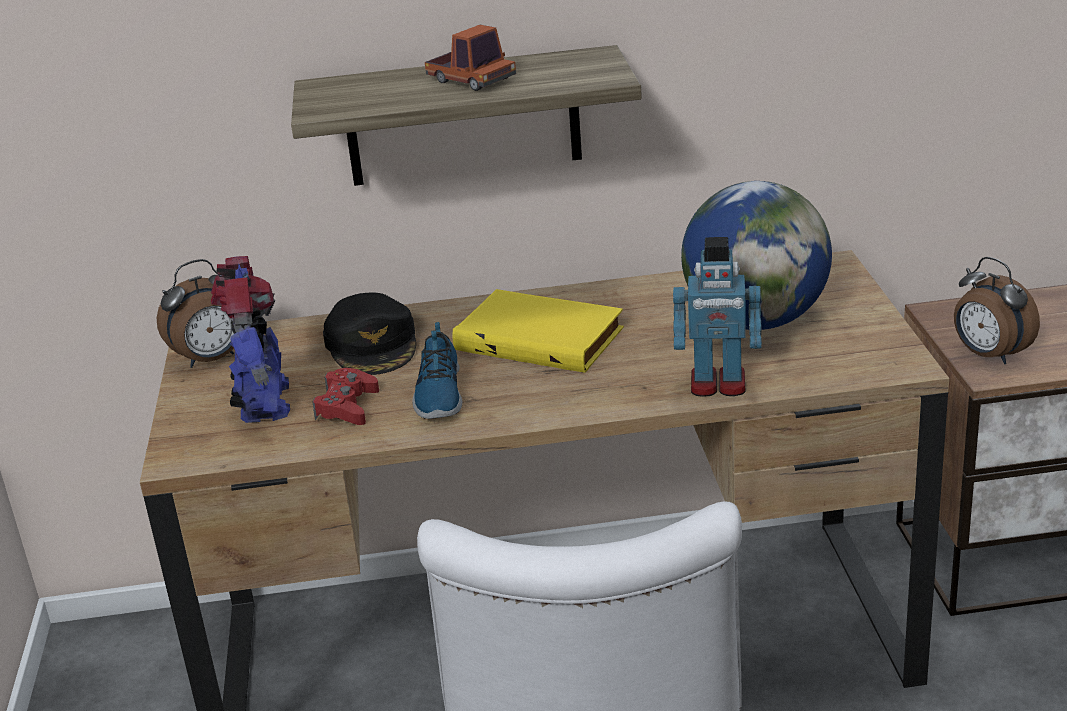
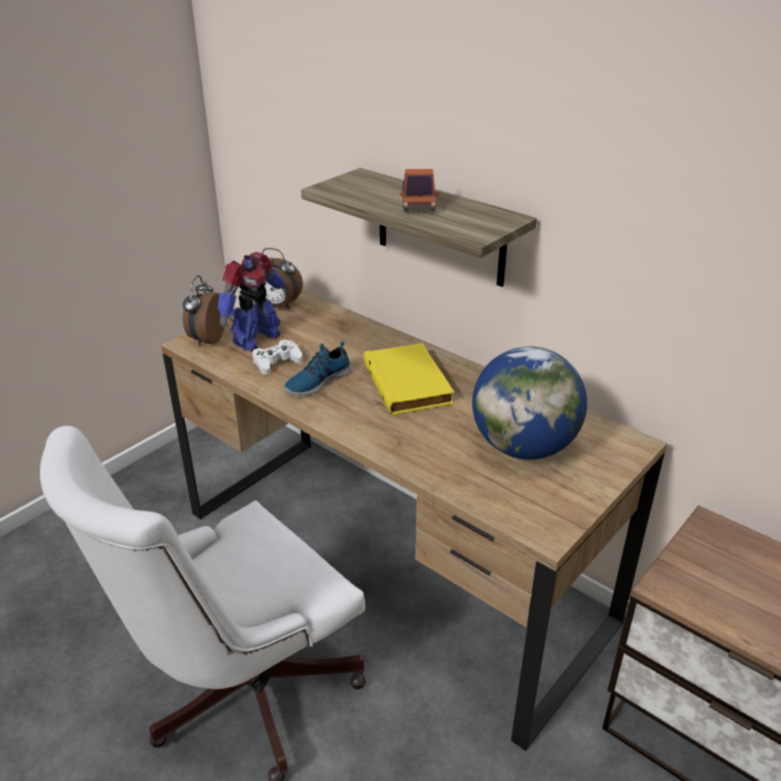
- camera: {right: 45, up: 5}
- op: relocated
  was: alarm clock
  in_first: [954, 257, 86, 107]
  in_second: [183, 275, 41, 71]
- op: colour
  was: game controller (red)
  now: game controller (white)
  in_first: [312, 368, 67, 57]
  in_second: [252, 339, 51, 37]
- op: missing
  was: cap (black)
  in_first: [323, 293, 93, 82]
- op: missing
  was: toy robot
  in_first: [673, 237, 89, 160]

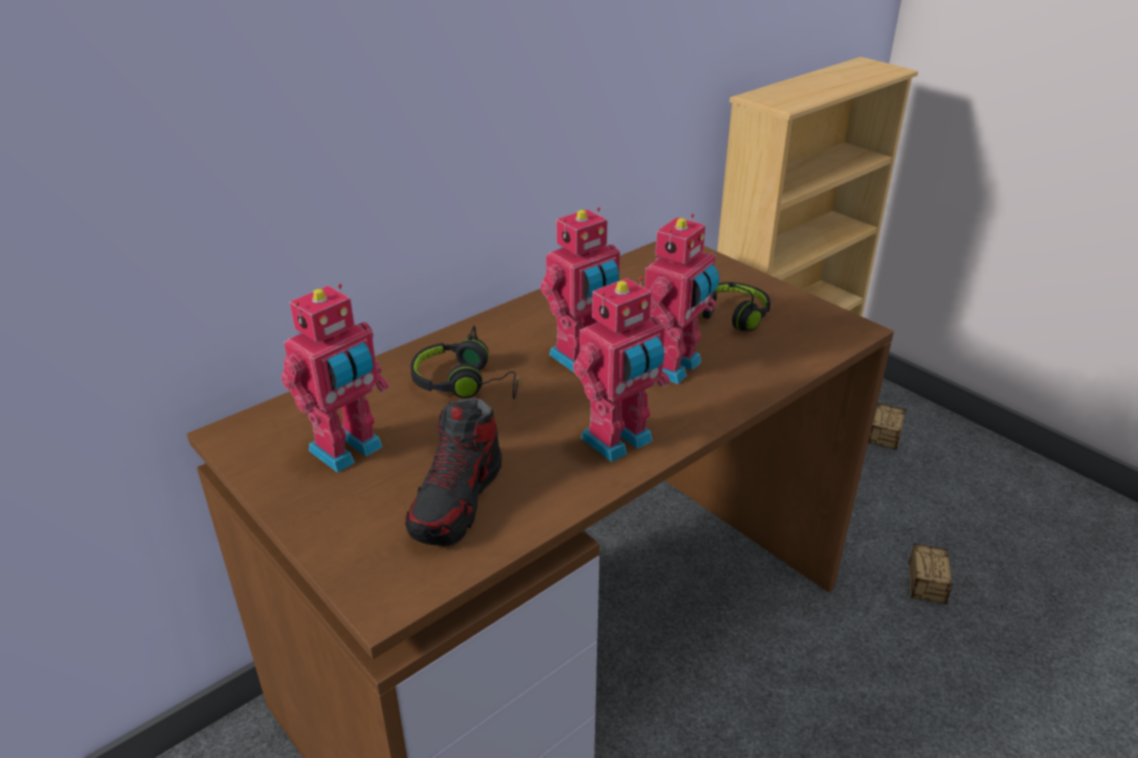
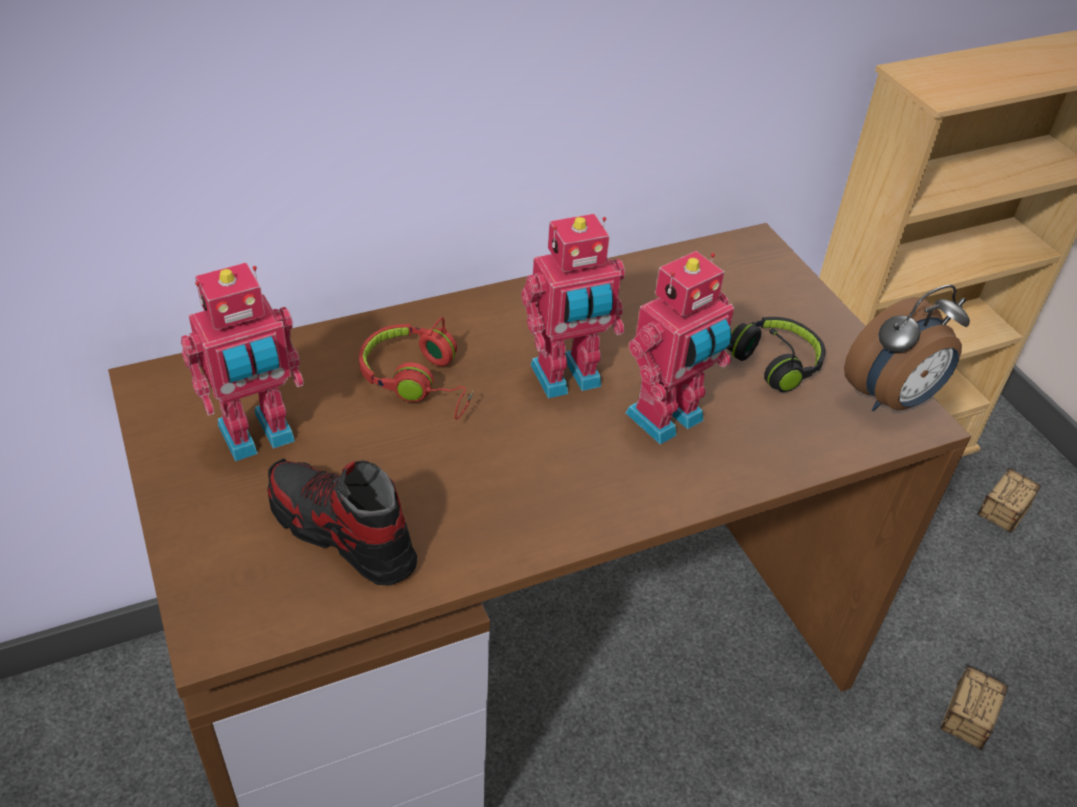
- camera: {right: 15, up: 10}
- op: spun
  was: shoe
  in_first: [405, 398, 97, 148]
  in_second: [267, 458, 150, 128]
  clockwise: 90
- op: colour
  was: headphones (black)
  now: headphones (red)
  in_first: [411, 326, 108, 73]
  in_second: [359, 317, 114, 103]
- op: appeared
  now: alarm clock
  in_second: [844, 284, 126, 127]
- op: missing
  was: toy robot
  in_first: [573, 277, 97, 185]

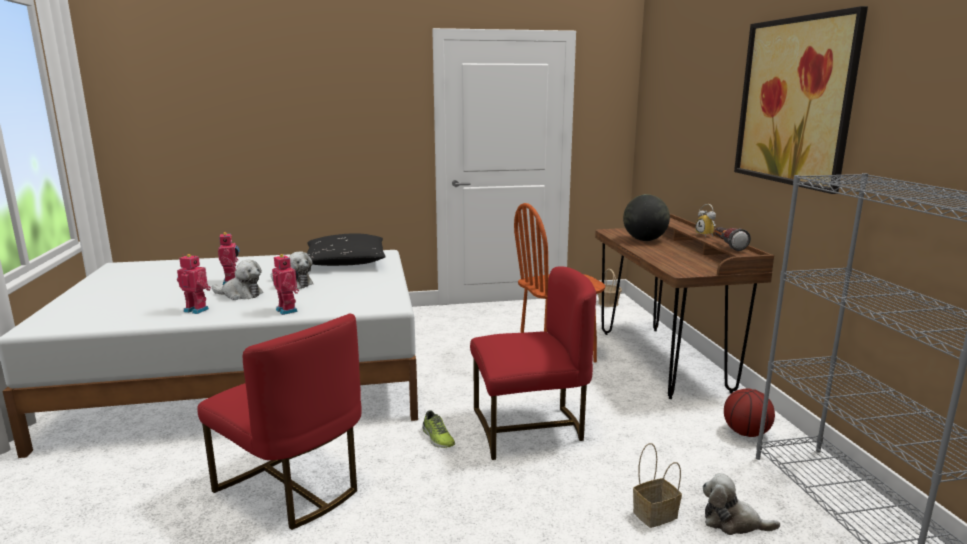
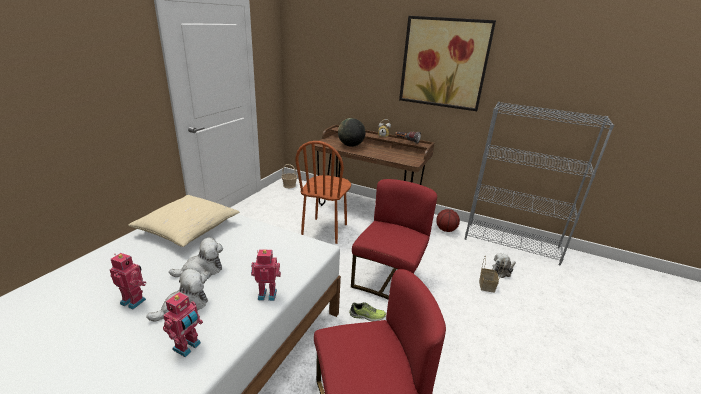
- camera: {right: -55, up: 10}
- op: colour
  was: pillow (black)
  now: pillow (beige)
  in_first: [307, 233, 79, 33]
  in_second: [128, 195, 111, 52]
- op: spun
  was: toy robot
  in_first: [177, 254, 34, 60]
  in_second: [163, 292, 40, 65]
  clockwise: 150

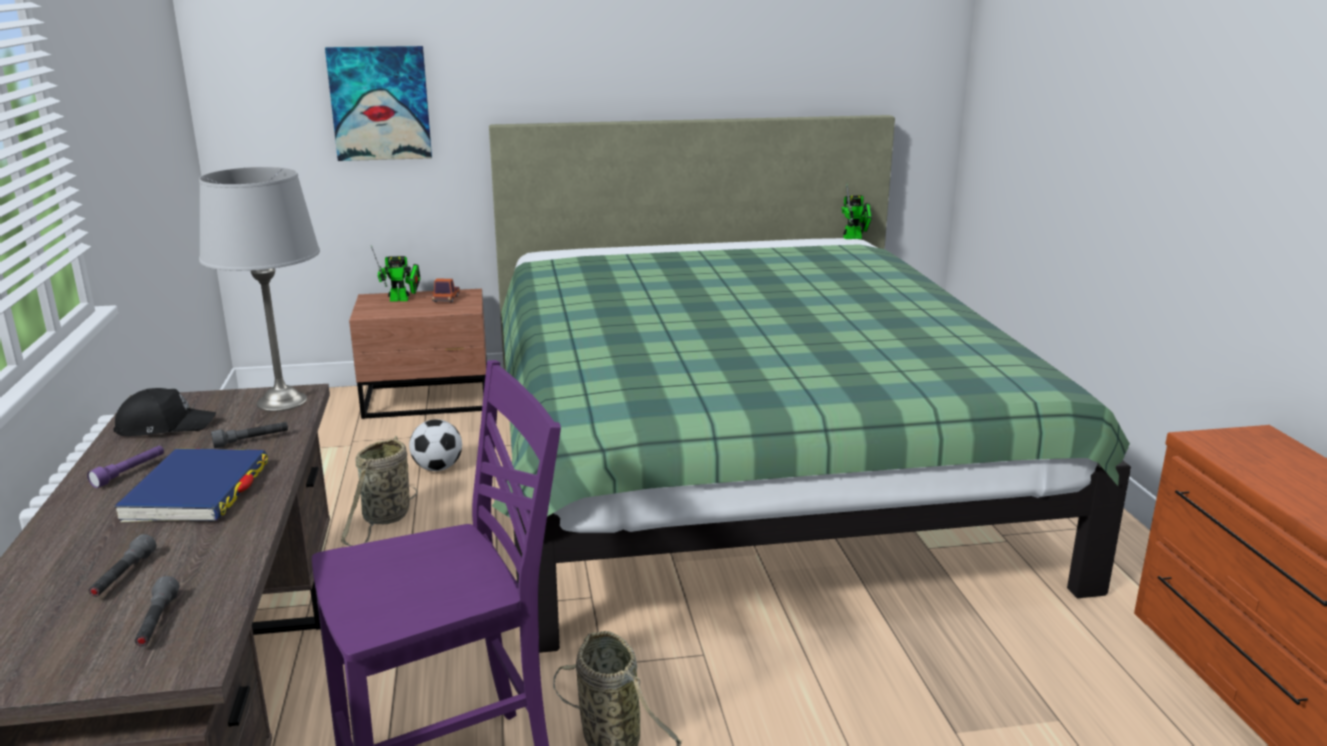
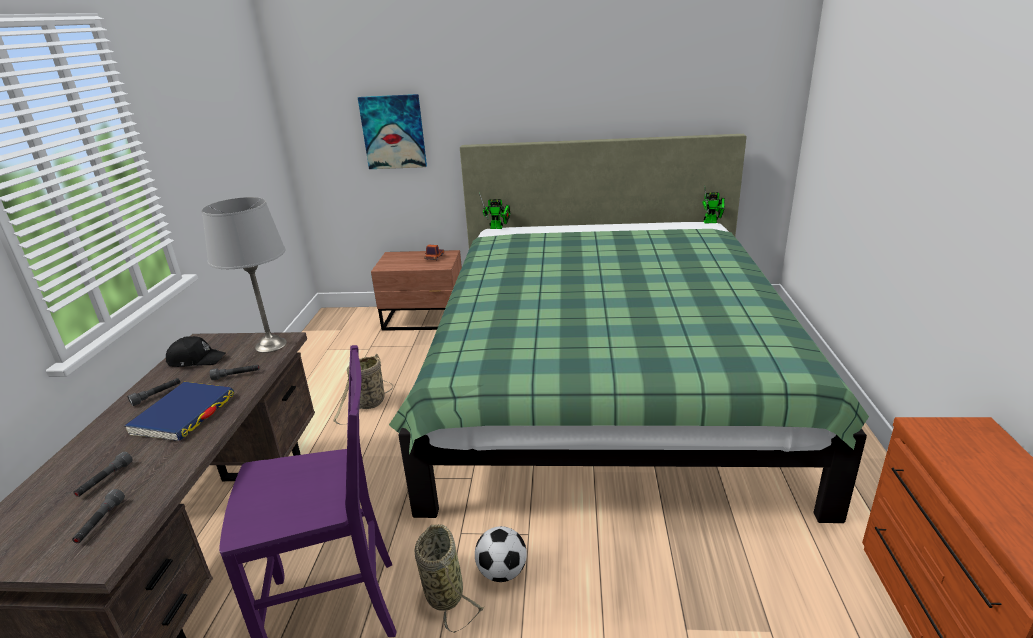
- camera: {right: 15, up: 5}
- op: colour
  was: flashlight (purple)
  now: flashlight (grey)
  in_first: [87, 446, 77, 42]
  in_second: [128, 378, 53, 28]
- op: relocated
  was: football
  in_first: [409, 419, 53, 52]
  in_second: [475, 526, 52, 56]
- op: relocated
  was: toy robot
  in_first: [371, 245, 49, 57]
  in_second: [479, 192, 31, 37]

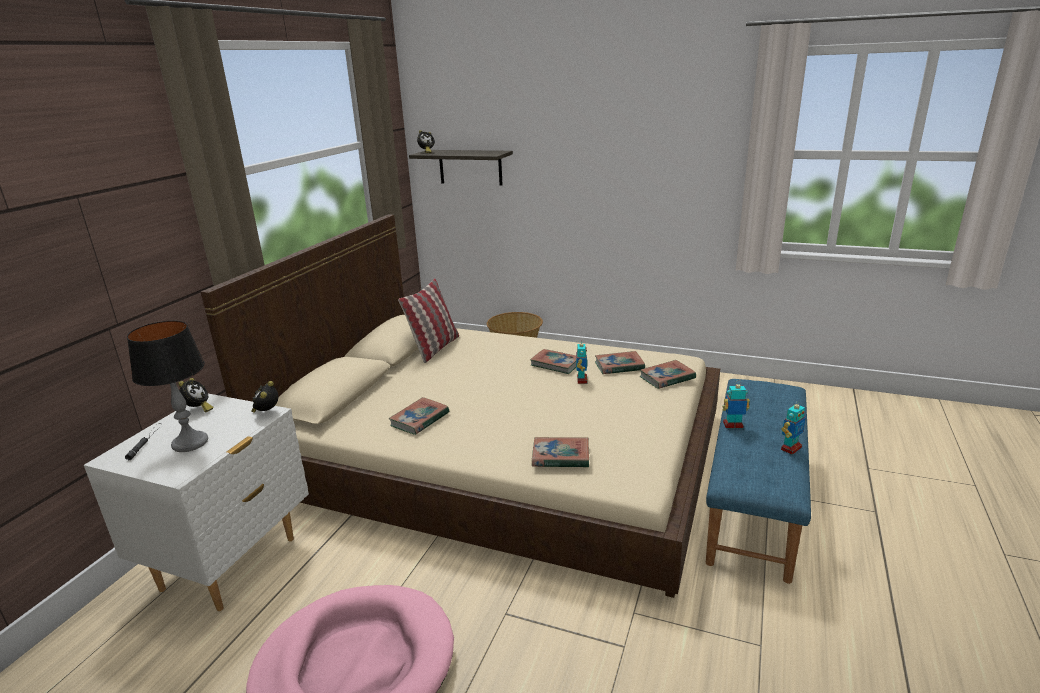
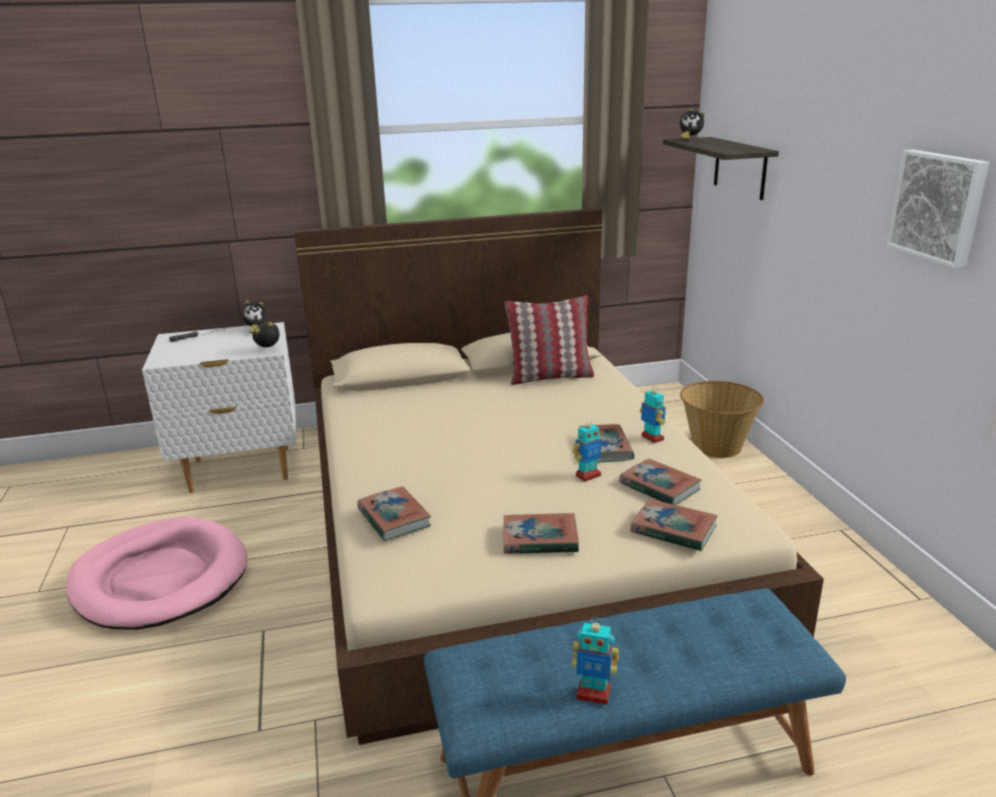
- camera: {right: 55, up: 0}
- op: relocated
  was: book
  in_first: [389, 397, 60, 38]
  in_second: [504, 513, 75, 41]
- op: relocated
  was: toy robot
  in_first: [722, 380, 28, 48]
  in_second: [640, 385, 26, 58]
- op: appeared
  now: picture
  in_second: [887, 150, 102, 118]
- op: missing
  was: table lamp
  in_first: [127, 321, 81, 131]

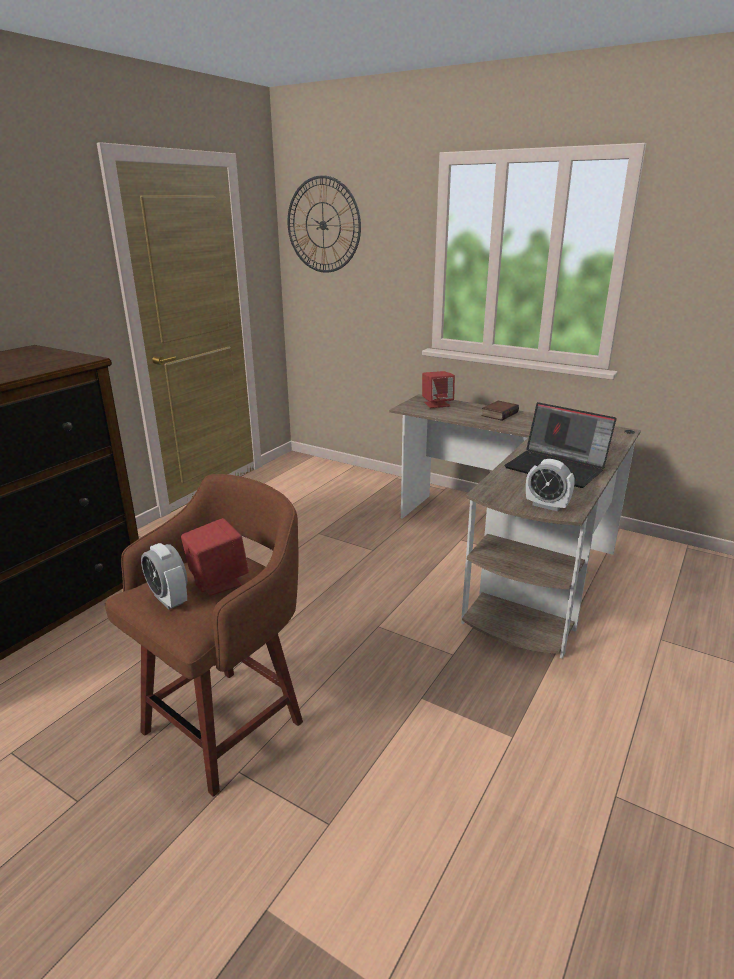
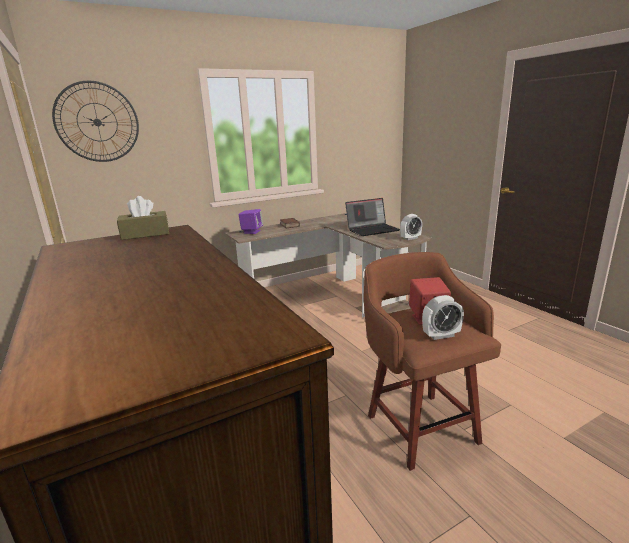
- camera: {right: -60, up: -5}
- op: appeared
  now: tissue box (brown)
  in_second: [117, 196, 52, 44]
- op: colour
  was: speaker (red)
  now: speaker (purple)
  in_first: [422, 371, 33, 37]
  in_second: [238, 209, 25, 25]

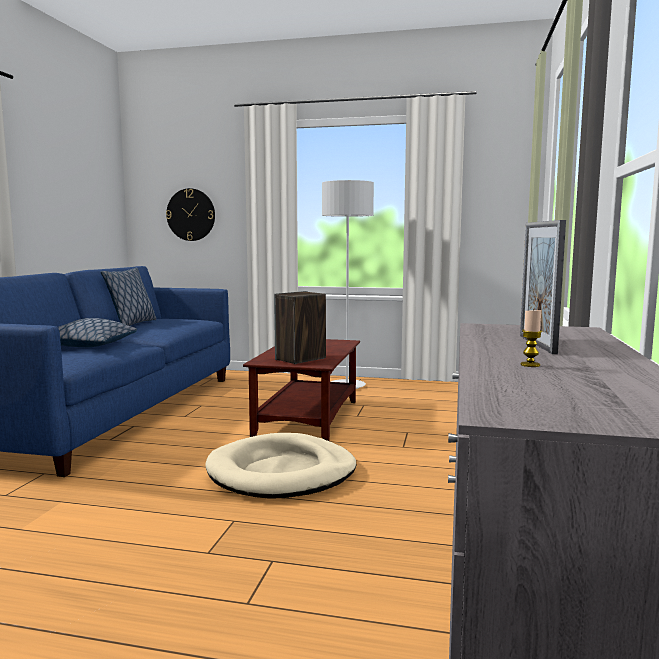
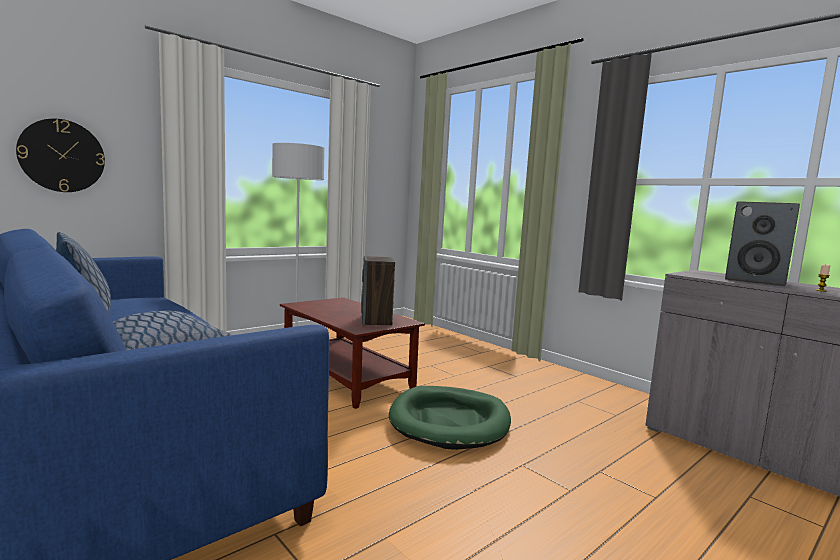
- camera: {right: -55, up: 0}
- op: colour
  was: dog bed (beige)
  now: dog bed (green)
  in_first: [205, 433, 151, 66]
  in_second: [389, 386, 122, 64]
- op: exchanged
  was: picture frame
  now: speaker
  in_first: [520, 220, 46, 134]
  in_second: [725, 201, 75, 85]

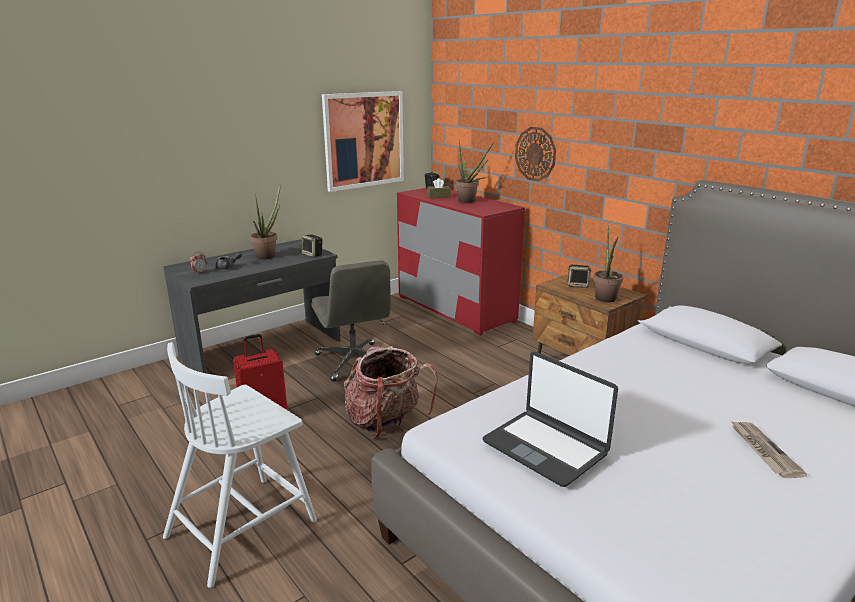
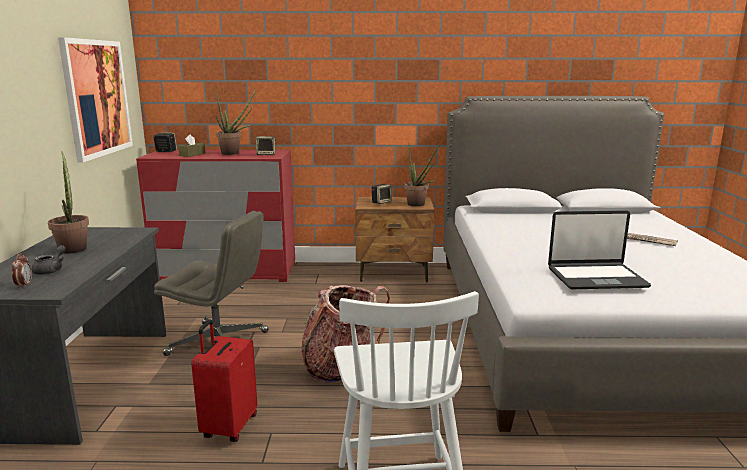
- camera: {right: -50, up: -5}
- op: relocated
  was: speaker
  in_first: [302, 234, 20, 23]
  in_second: [255, 136, 22, 19]
- op: missing
  was: wall clock
  in_first: [515, 127, 41, 54]

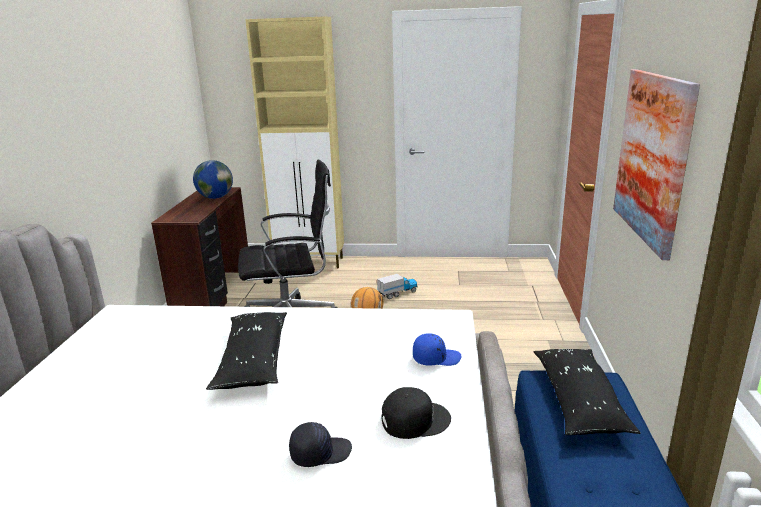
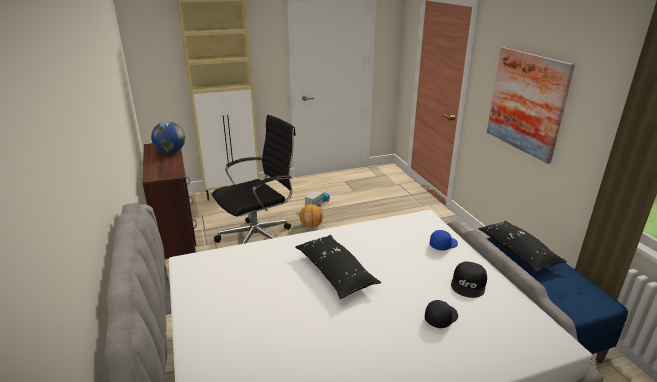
- camera: {right: -25, up: 5}
- op: spun
  was: cap (black)
  in_first: [382, 387, 69, 52]
  in_second: [451, 262, 36, 36]
  clockwise: 150

